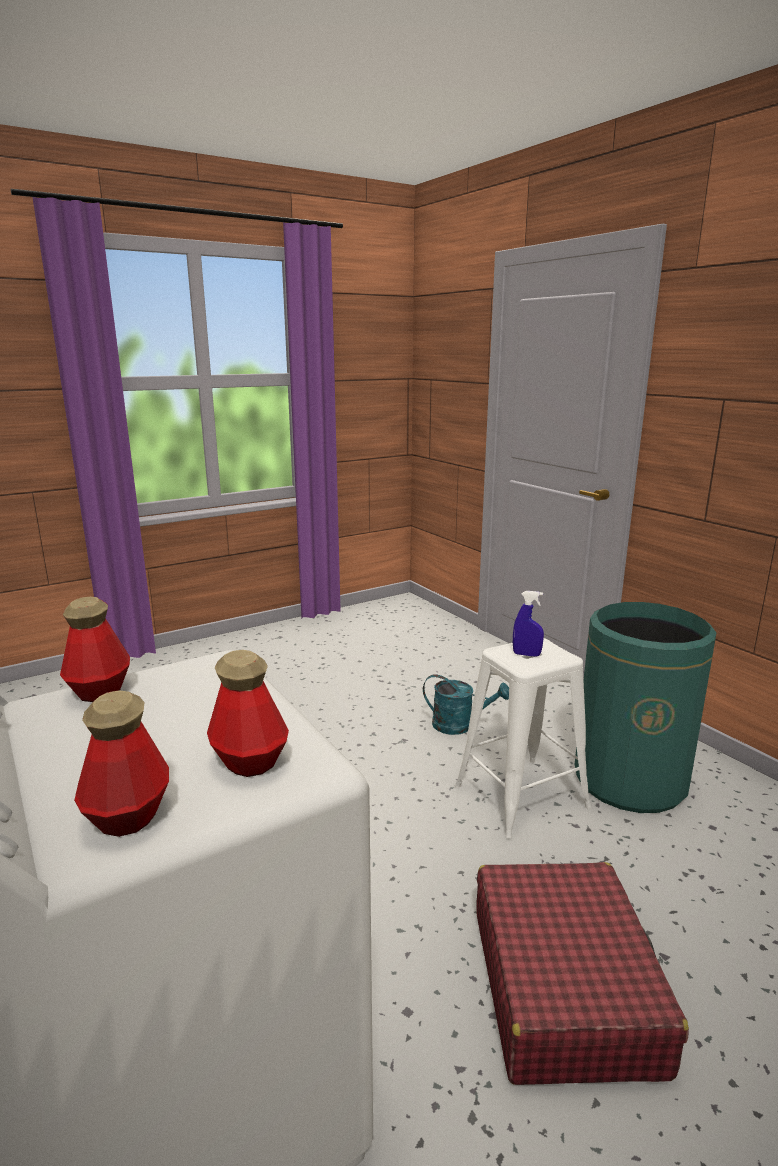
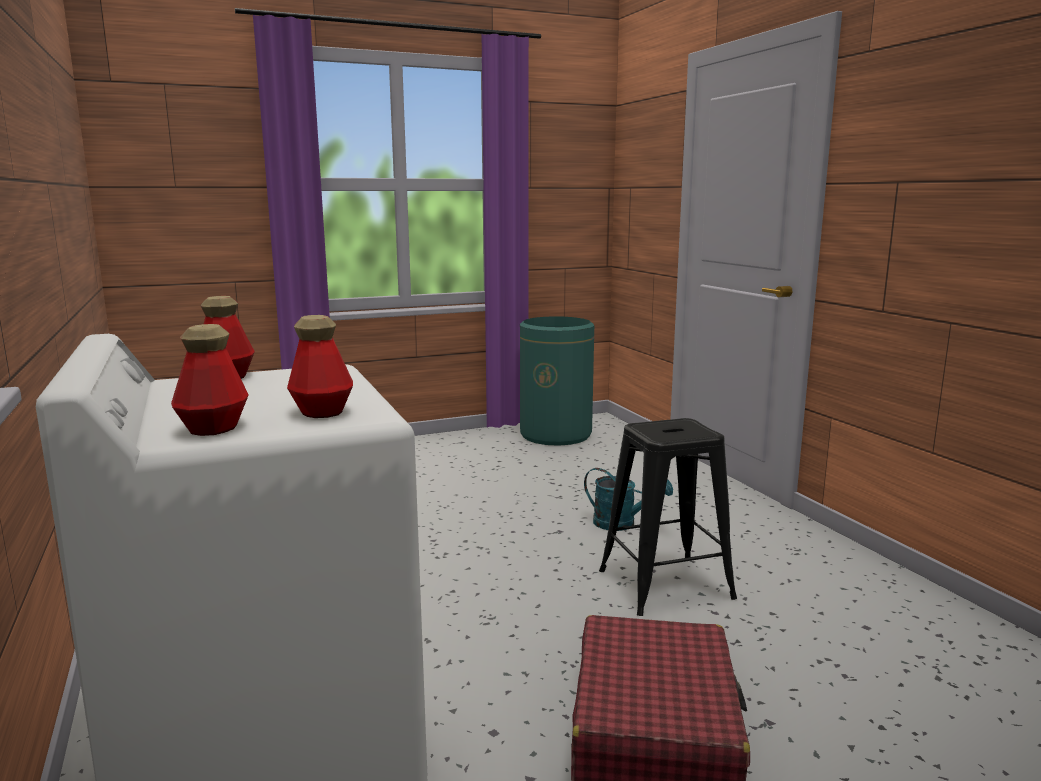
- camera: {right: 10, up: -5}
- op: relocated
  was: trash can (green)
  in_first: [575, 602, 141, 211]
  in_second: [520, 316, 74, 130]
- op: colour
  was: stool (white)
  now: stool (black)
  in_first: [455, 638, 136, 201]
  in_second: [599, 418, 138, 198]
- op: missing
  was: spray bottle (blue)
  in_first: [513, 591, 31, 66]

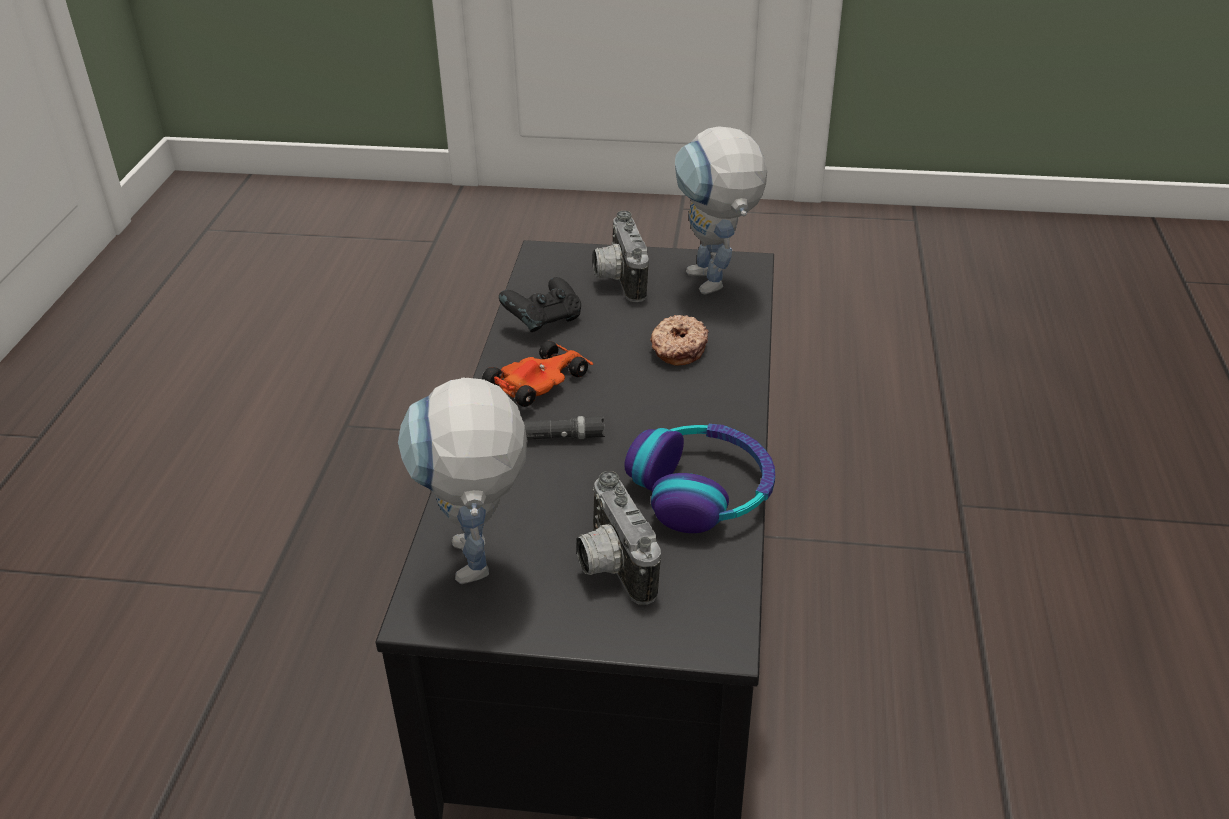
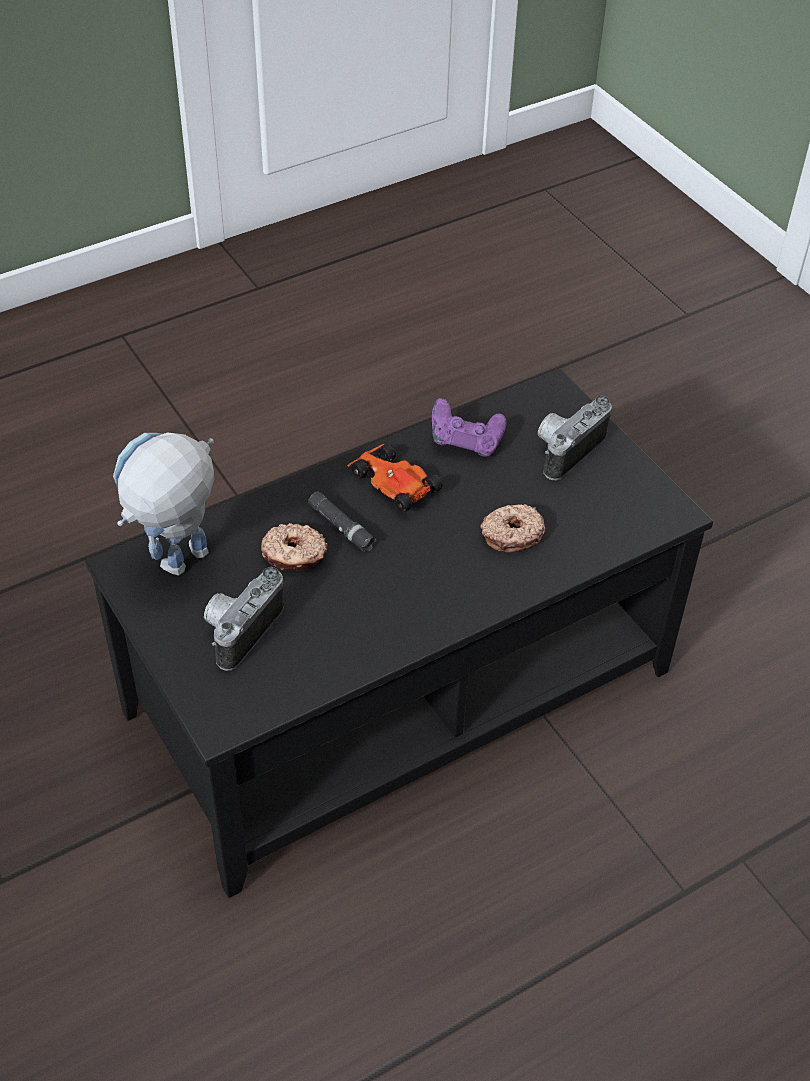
- camera: {right: 50, up: 10}
- op: appeared
  now: donut
  in_second: [261, 523, 67, 48]
- op: spun
  was: toy car
  in_first: [482, 341, 111, 66]
  in_second: [347, 444, 96, 68]
  clockwise: -135
- op: colour
  was: game controller (black)
  now: game controller (purple)
  in_first: [499, 277, 82, 55]
  in_second: [432, 398, 75, 59]
- op: missing
  was: headphones
  in_first: [624, 424, 151, 109]
- op: missing
  was: toy robot
  in_first: [675, 126, 92, 169]

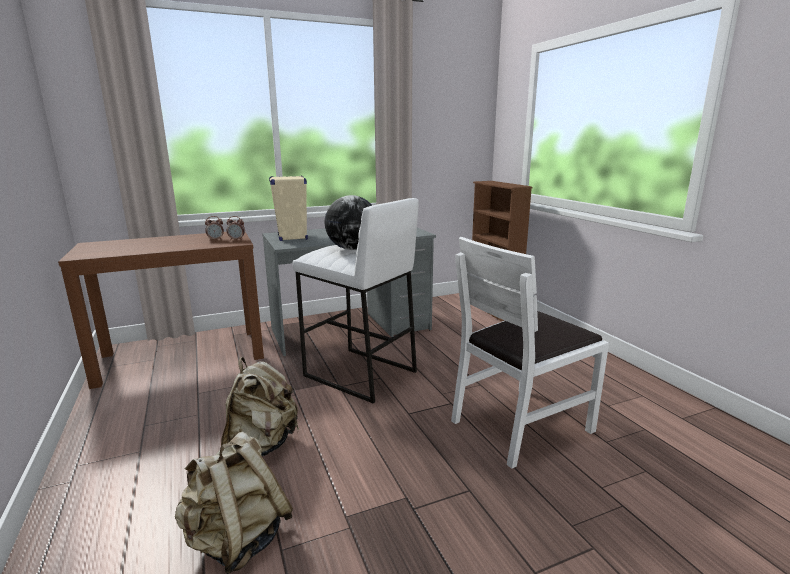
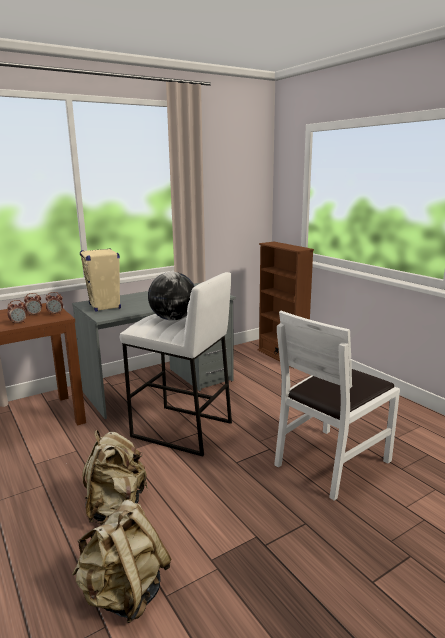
- camera: {right: -10, up: 0}
- op: appeared
  now: alarm clock
  in_second: [7, 300, 20, 25]

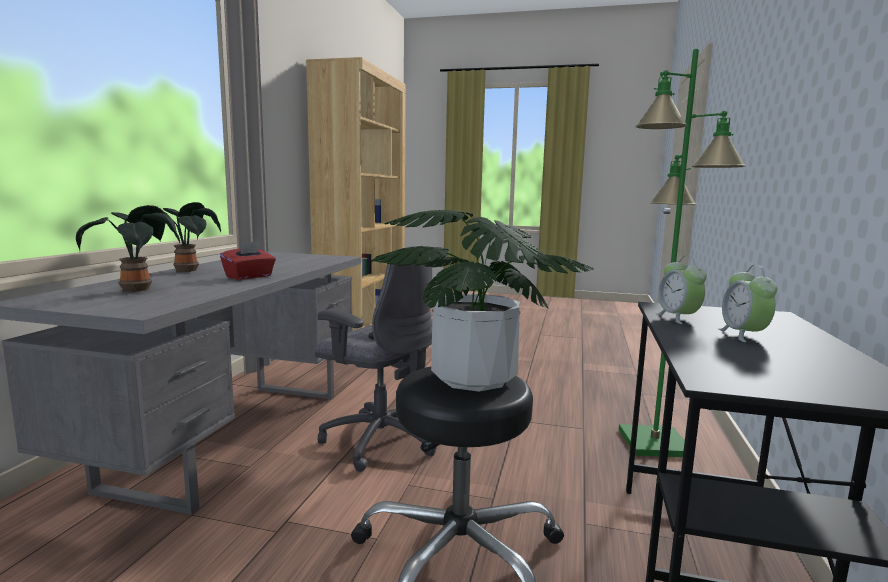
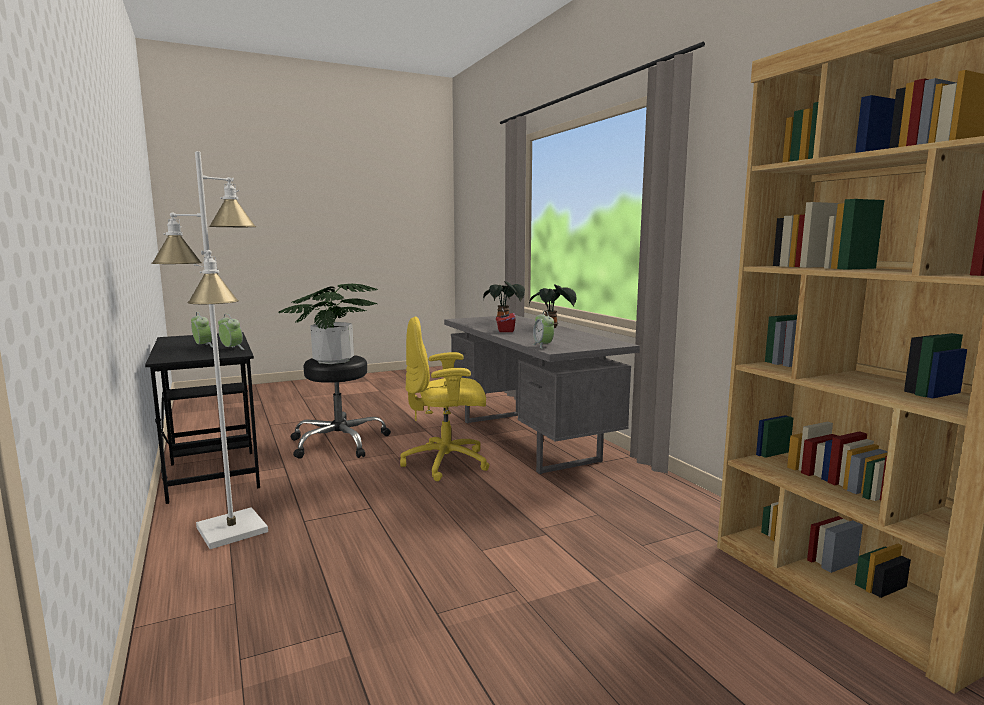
- camera: {right: 140, up: 0}
- op: colour
  was: floor lamp (green)
  now: floor lamp (white)
  in_first: [619, 49, 127, 408]
  in_second: [151, 151, 117, 398]
- op: colour
  was: office chair (grey)
  now: office chair (yellow)
  in_first: [315, 245, 122, 227]
  in_second: [400, 316, 90, 165]
- op: appeared
  now: alarm clock
  in_second: [532, 312, 22, 37]

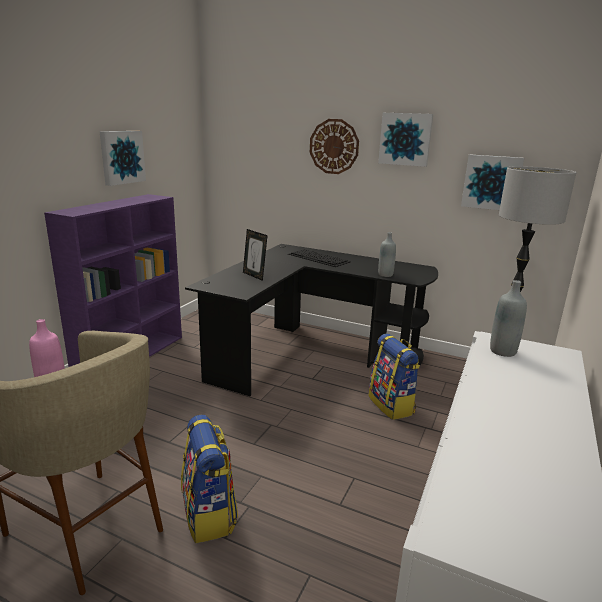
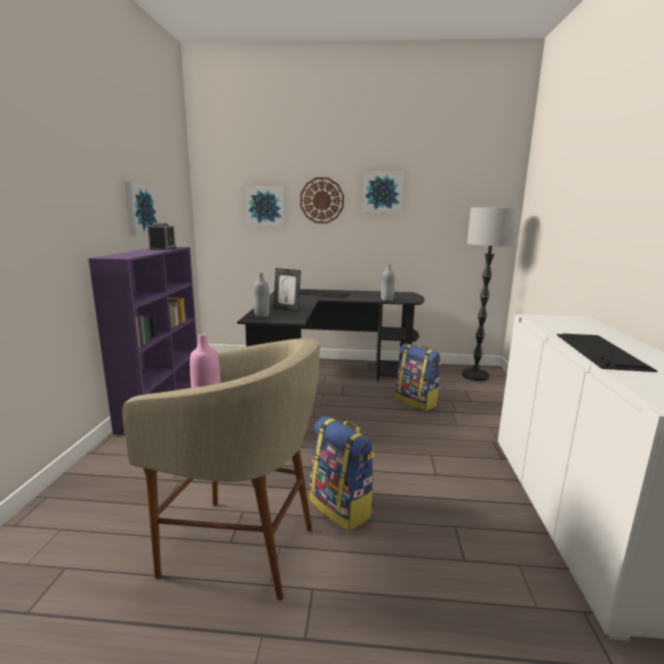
- camera: {right: -20, up: -5}
- op: appeared
  now: alarm clock
  in_second: [147, 223, 29, 27]
- op: relocated
  was: picture
  in_first: [461, 154, 63, 56]
  in_second: [246, 186, 39, 40]
- op: relocated
  was: bottle (grey)
  in_first: [490, 280, 37, 77]
  in_second: [253, 273, 17, 44]
- op: appeared
  now: keyboard
  in_second: [557, 333, 100, 39]

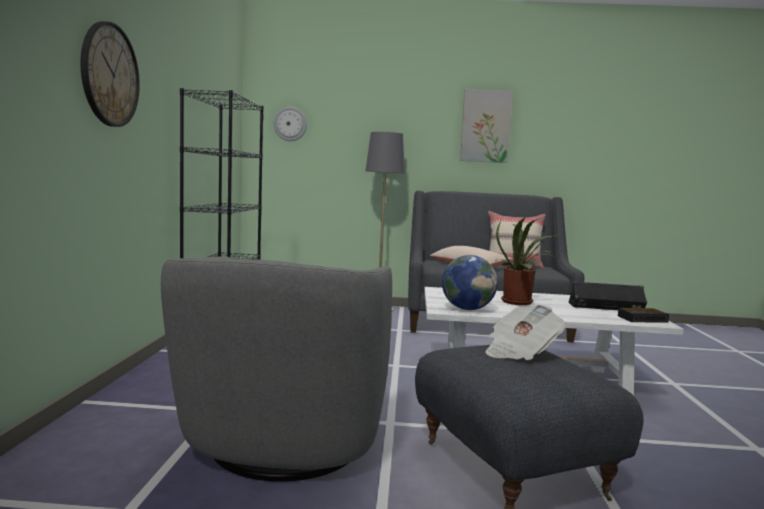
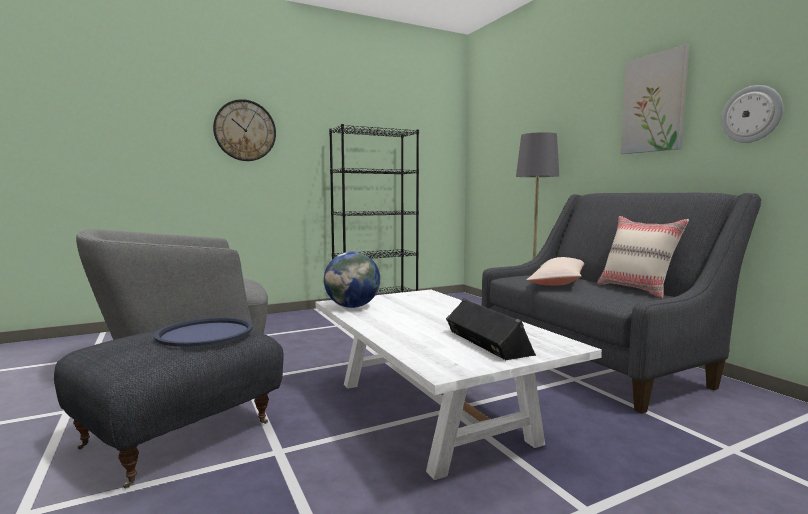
- camera: {right: 60, up: 0}
- op: exchanged
  was: newspaper
  now: tray (blue)
  in_first: [485, 305, 80, 55]
  in_second: [154, 317, 99, 30]
- op: relocated
  was: wall clock
  in_first: [274, 107, 33, 34]
  in_second: [721, 85, 62, 58]
- op: missing
  was: potted plant
  in_first: [496, 218, 65, 87]
- op: missing
  was: alarm clock
  in_first: [618, 308, 51, 15]

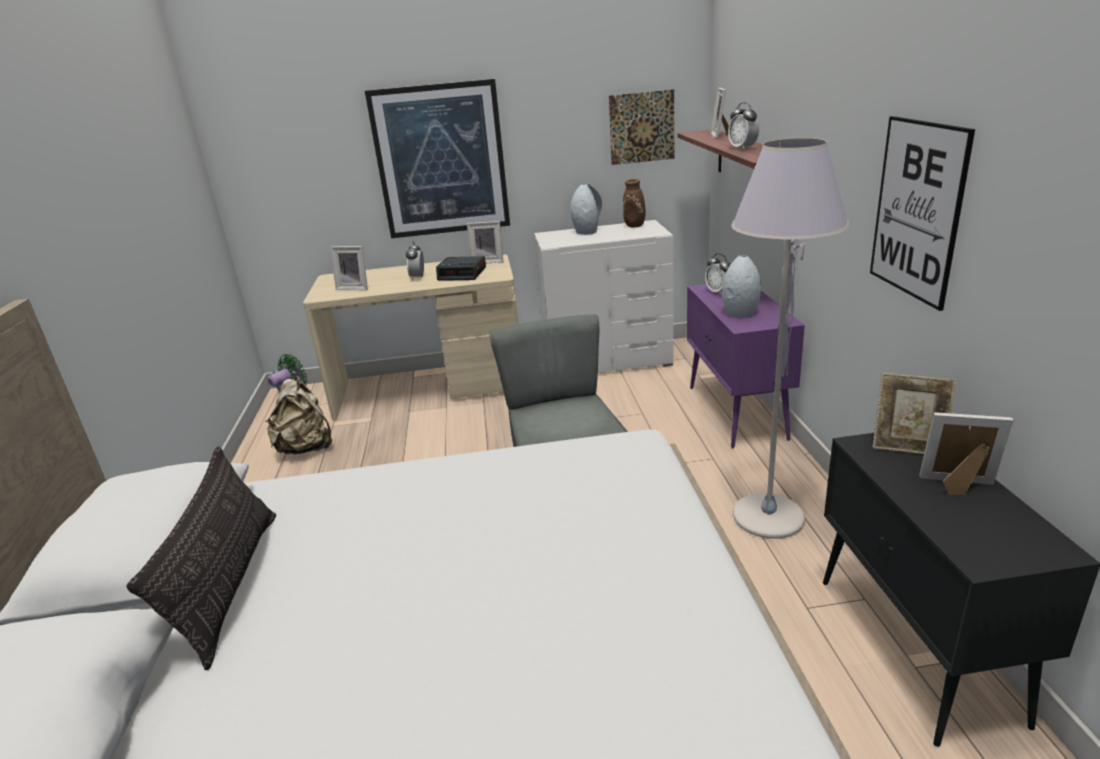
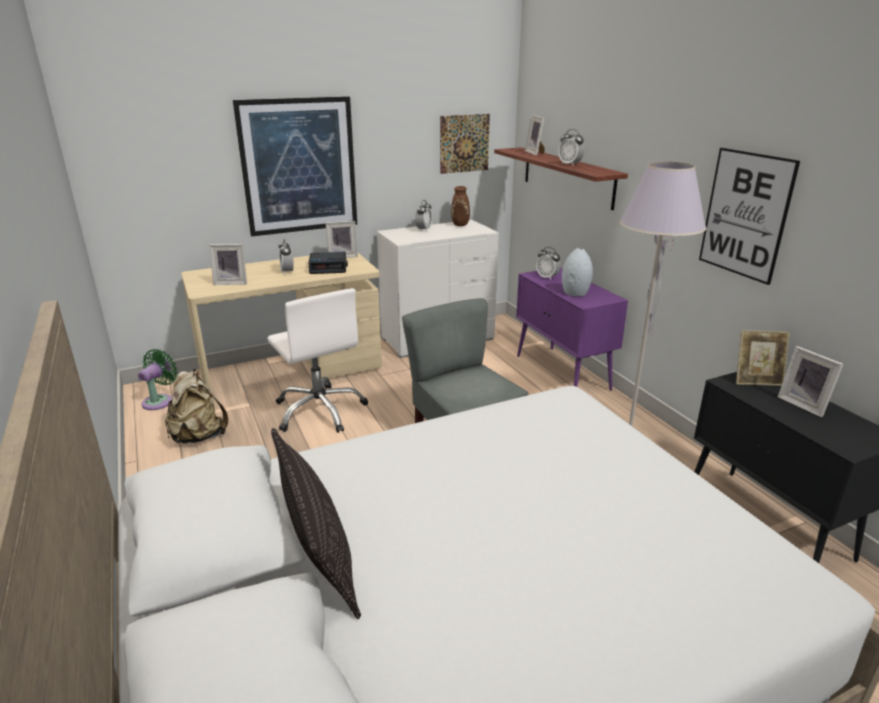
- camera: {right: -20, up: 0}
- op: appeared
  now: office chair (white)
  in_second: [267, 288, 101, 145]
- op: exchanged
  was: vase (grey)
  now: alarm clock
  in_first: [570, 183, 32, 52]
  in_second: [415, 200, 17, 31]
- op: spun
  was: picture frame
  in_first: [919, 412, 95, 83]
  in_second: [778, 346, 66, 71]
  clockwise: -120

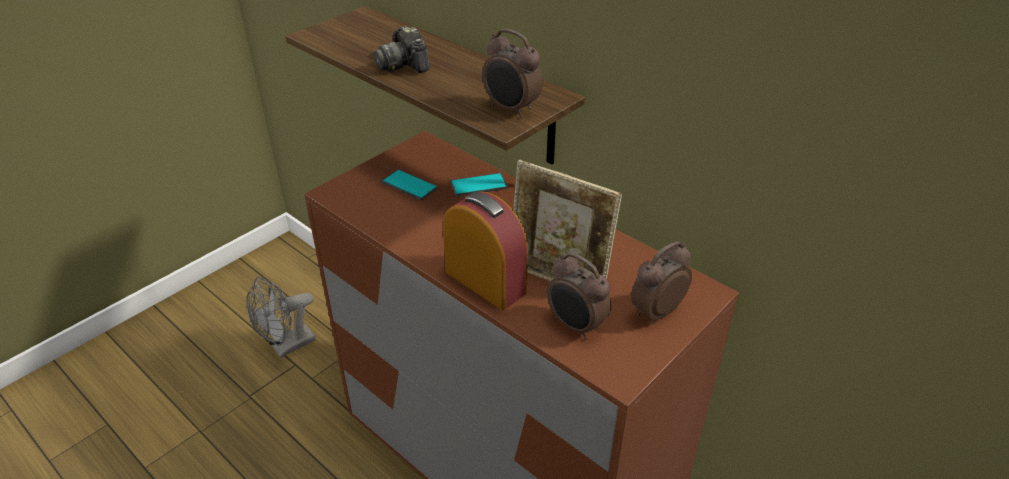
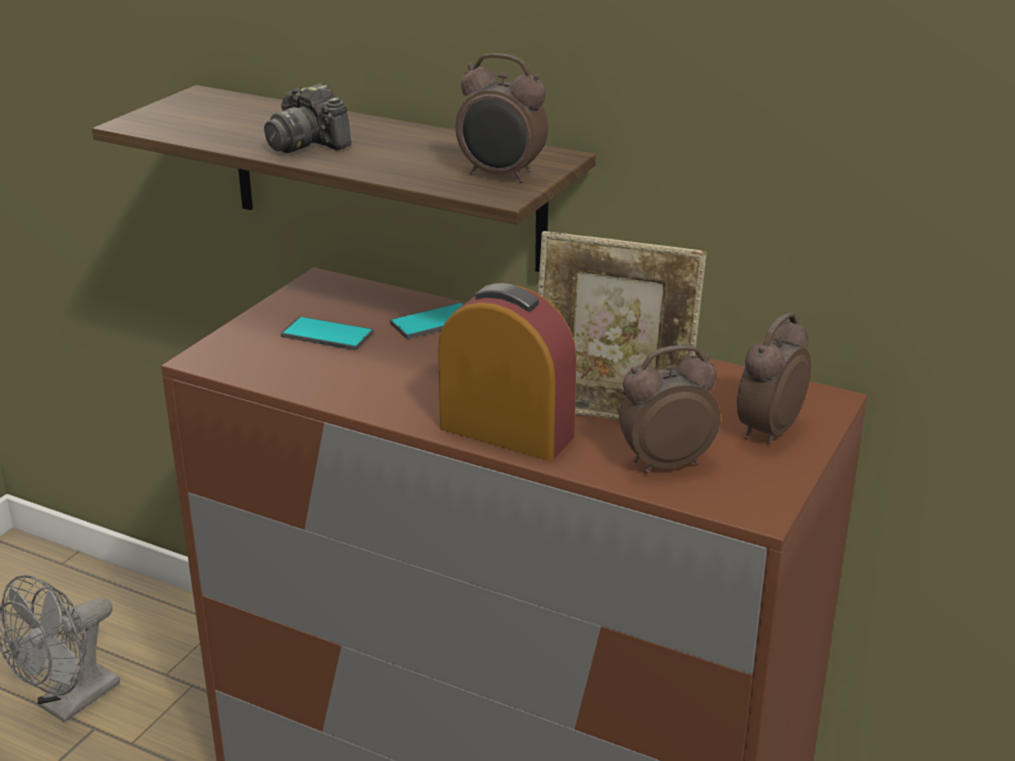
- camera: {right: -15, up: -10}
- op: spun
  was: alarm clock
  in_first: [547, 253, 64, 86]
  in_second: [619, 345, 102, 128]
  clockwise: 135

